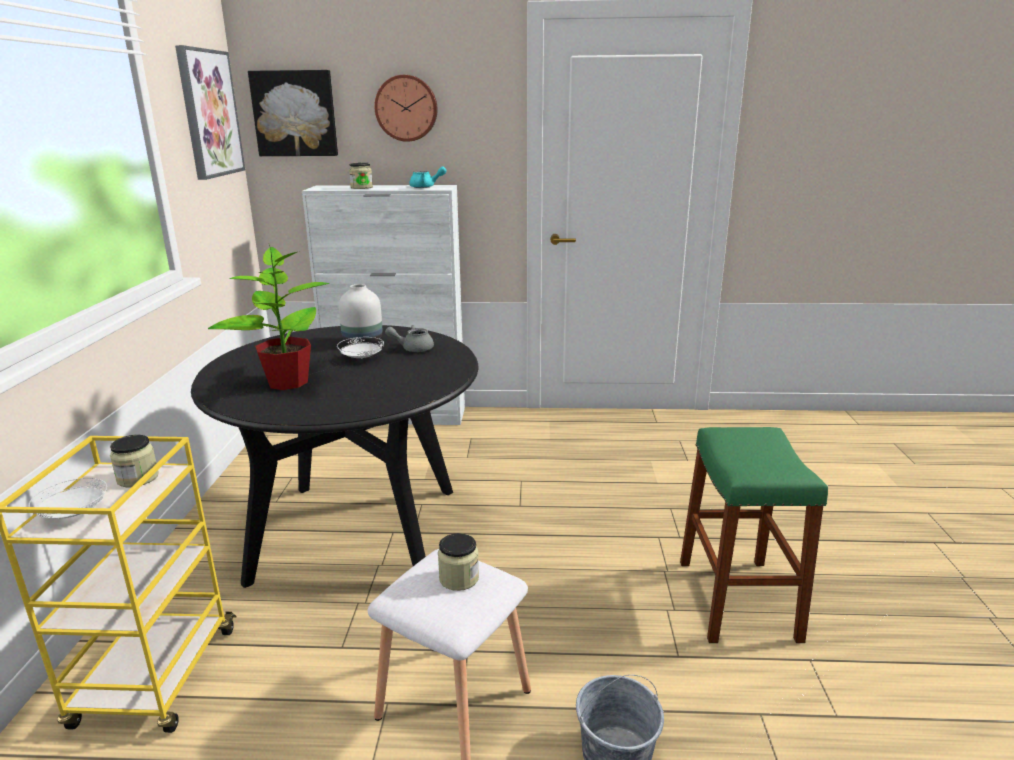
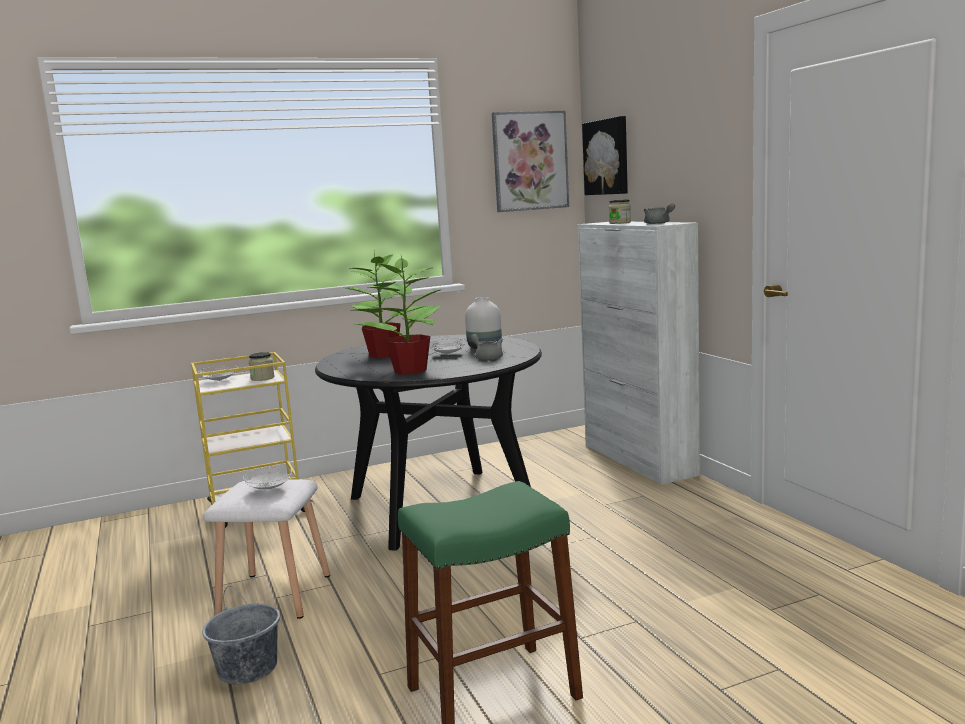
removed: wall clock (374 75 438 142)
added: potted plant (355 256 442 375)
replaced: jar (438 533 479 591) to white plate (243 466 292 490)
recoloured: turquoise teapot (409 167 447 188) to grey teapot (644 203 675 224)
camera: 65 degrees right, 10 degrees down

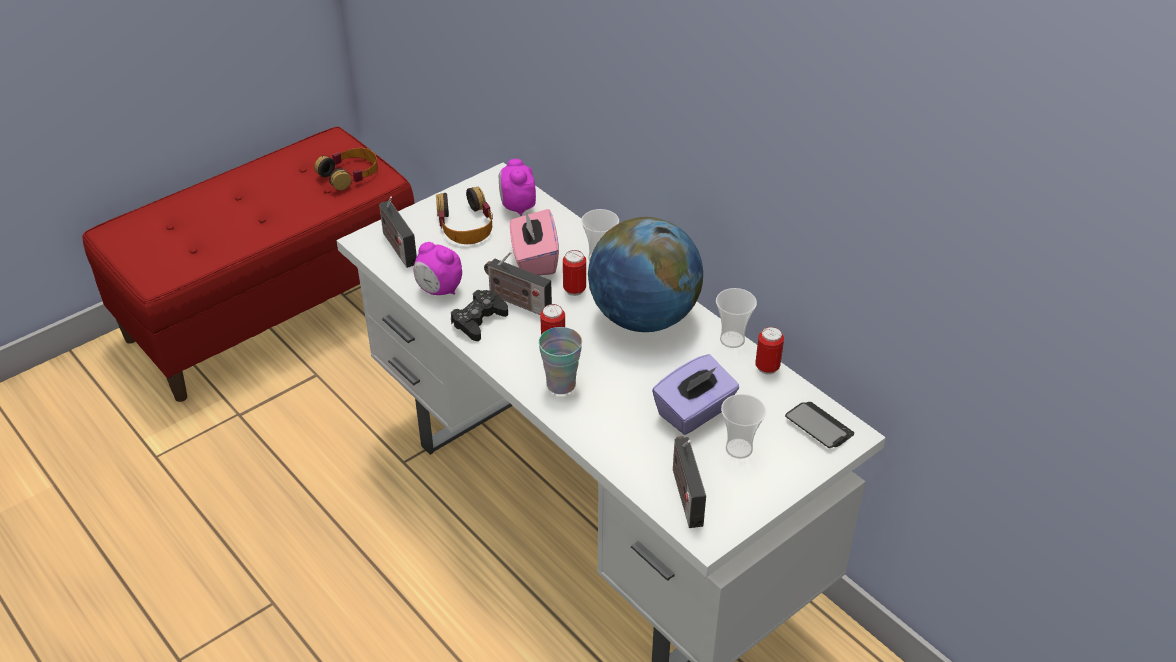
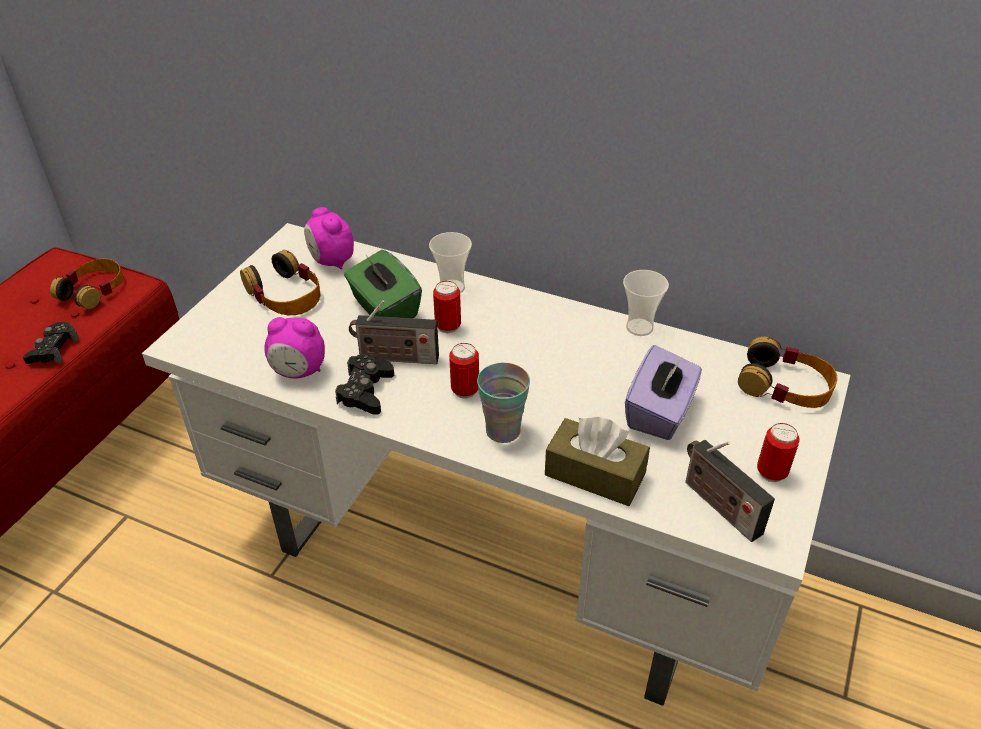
removed: radio (379 196 417 268); globe (588 217 703 332); cup (721 394 766 459)
added: black game controller (23 322 79 364); brown tissue box (545 417 650 506)
moved: can (755 327 784 375) to (757 423 800 482)
replaced: phone (785 402 854 448) to headphones (738 337 837 408)
recoloured: pink tissue box (510 209 559 275) to green tissue box (344 250 422 318)
camera: 25 degrees left, 0 degrees up

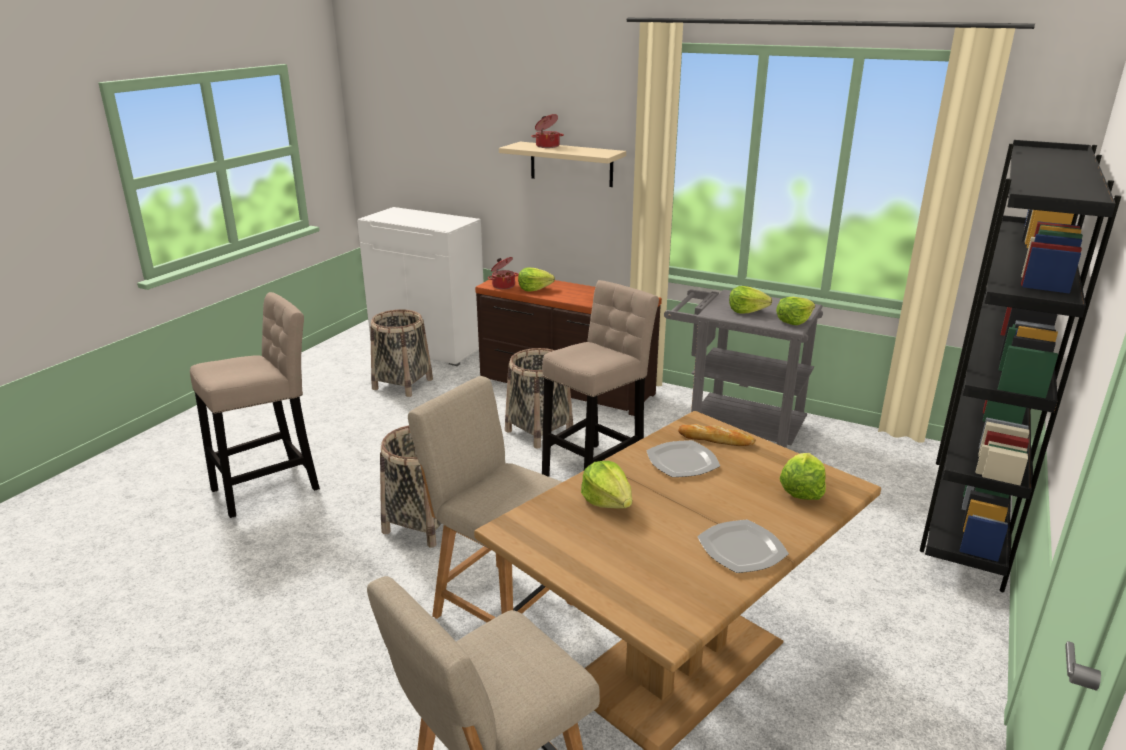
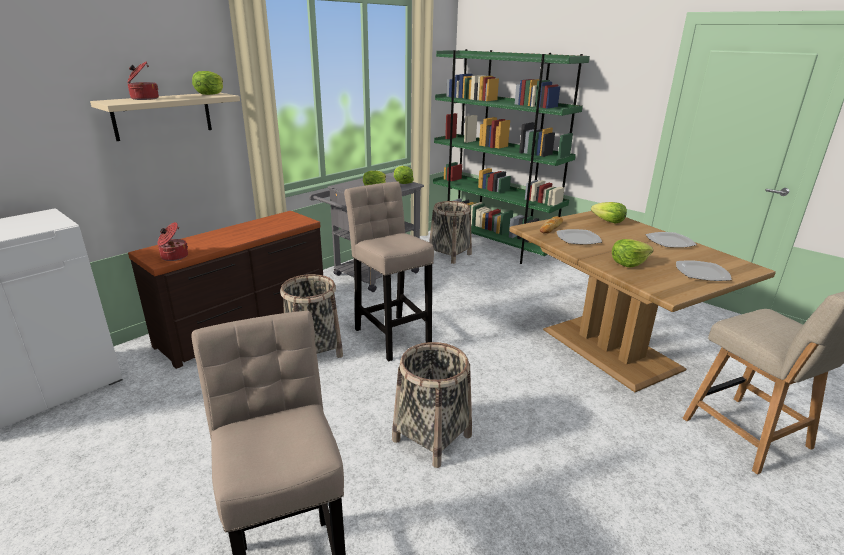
removed: beige chair (408 376 572 622)
added: plate (676 261 731 281)
moved: basket (370 310 433 397) to (429 201 472 264); lettuce (518 267 555 292) to (192 71 223 95)
recoloured: black bookcase (920 140 1121 592) to green bookcase (433 49 590 264)
camera: 75 degrees left, 0 degrees up

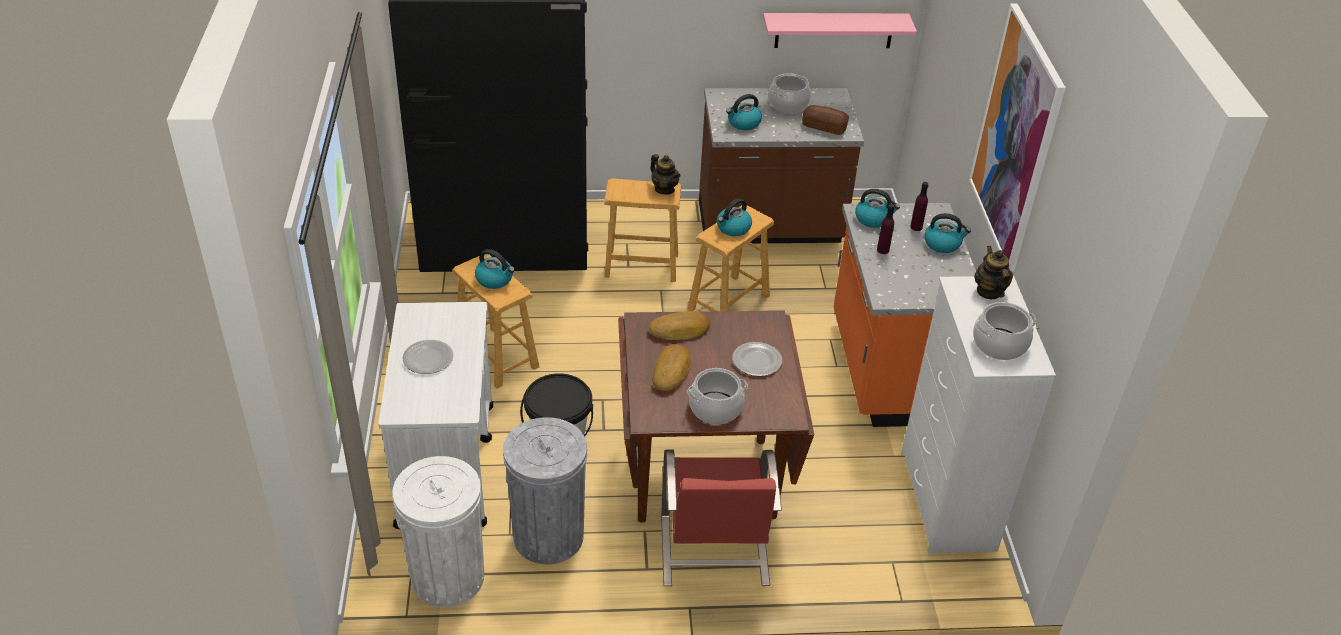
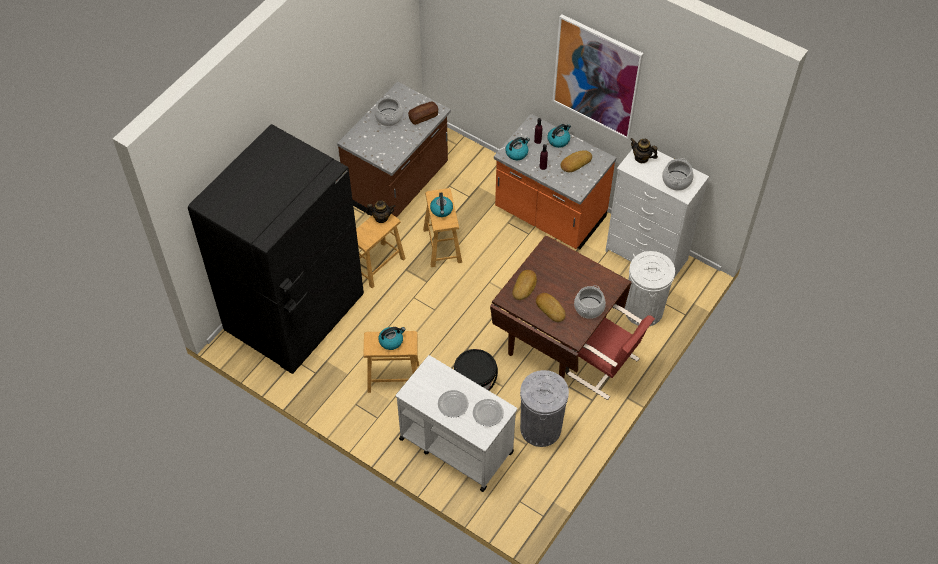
removed: kettle (726 94 762 130); pink shelf (763 13 917 48)
added: bread (560 150 592 172)
moved: white trash can (393 456 484 607) to (625 251 675 326); plate (732 342 782 376) to (473 399 504 427)
camera: 50 degrees left, 15 degrees up

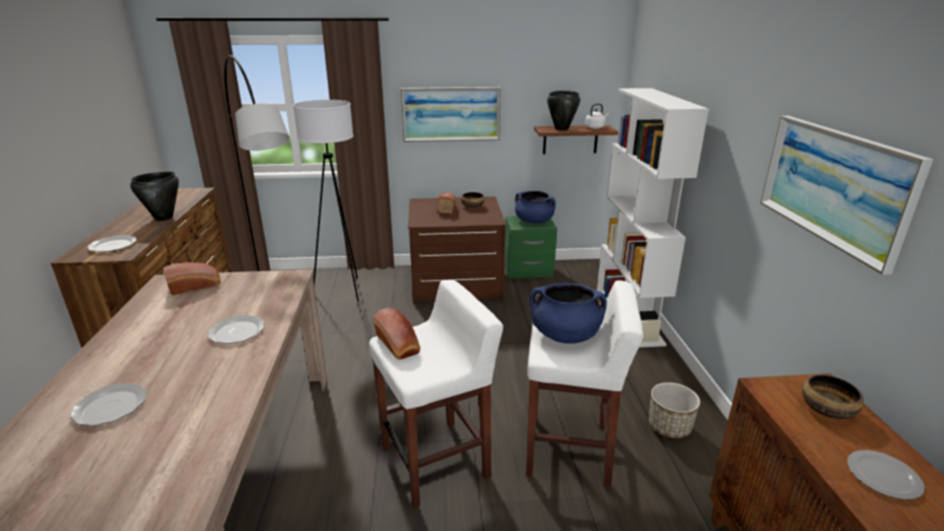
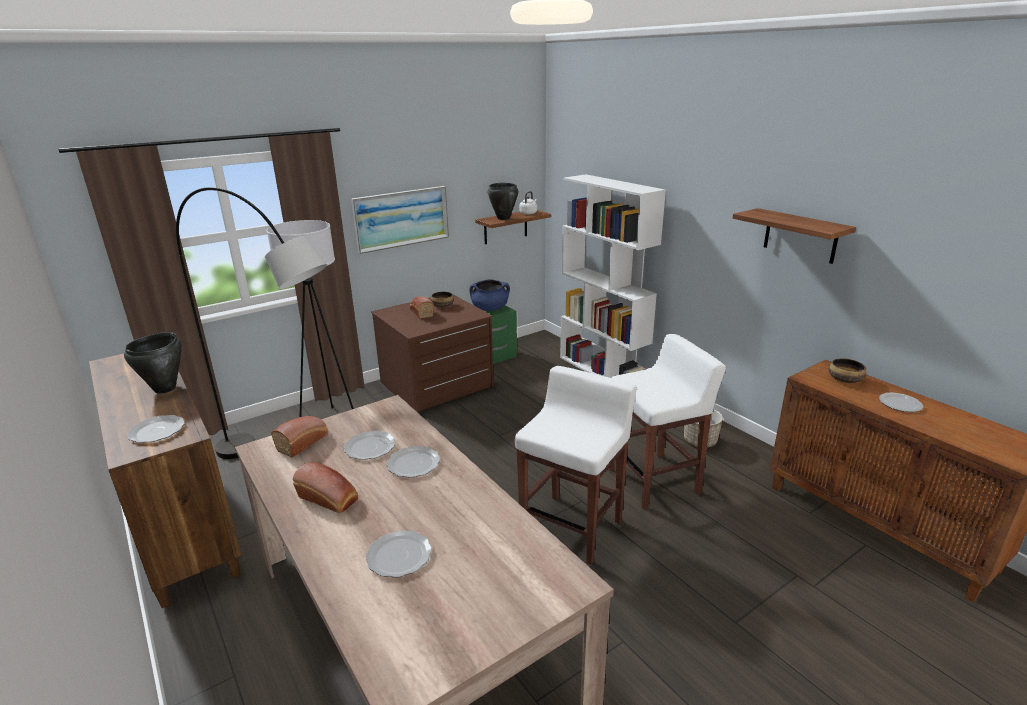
removed: blue cooking pot (530 283 607 344)
added: plate (344 431 395 460)
moved: bread (374 308 420 360) to (293 462 358 513)
replaced: picture (760 116 933 275) to shelf (733 208 856 264)
camera: 30 degrees left, 0 degrees up

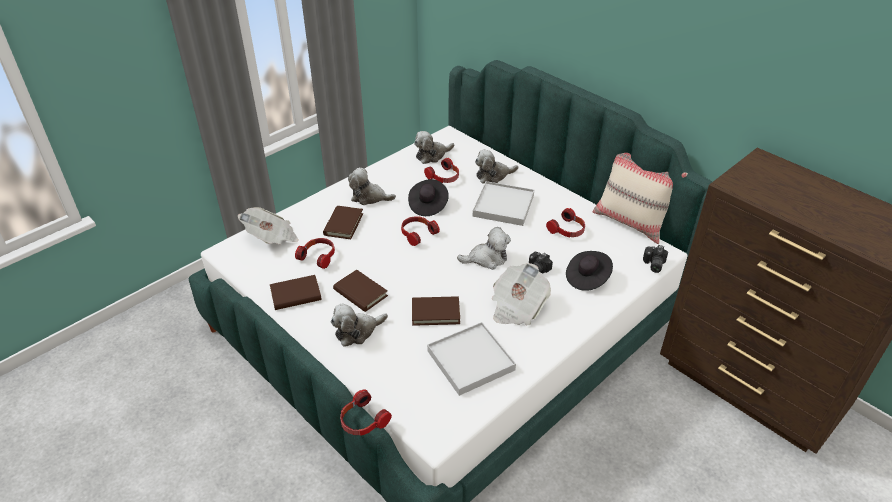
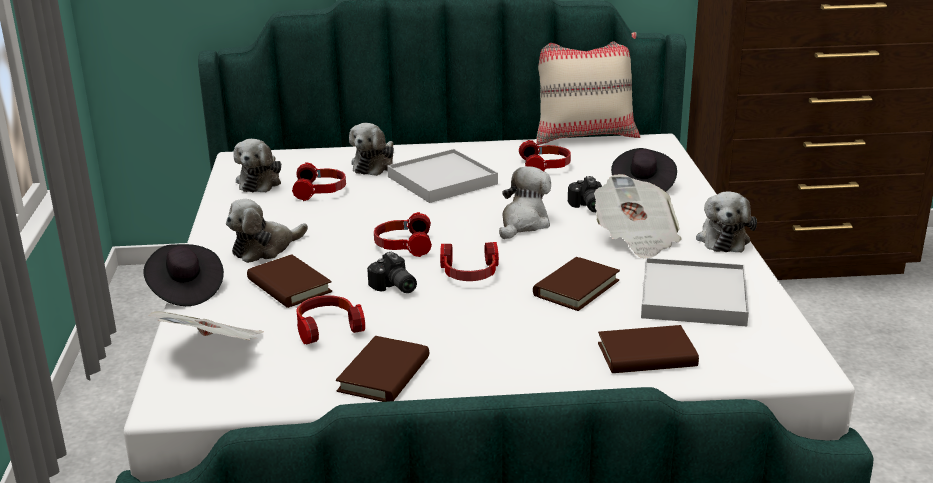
moved: plush toy (331 303 388 347) to (696 191 757 253); brown book (333 269 388 312) to (598 325 699 373); headphones (340 389 392 436) to (440 242 499 281); black hat (408 179 449 216) to (144 244 224 306); photo camera (643 245 668 273) to (367 252 417 293)
camera: 50 degrees left, 15 degrees down

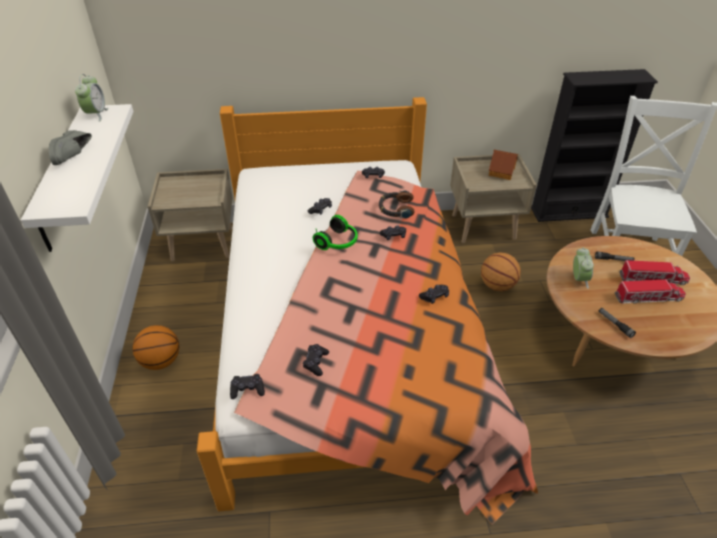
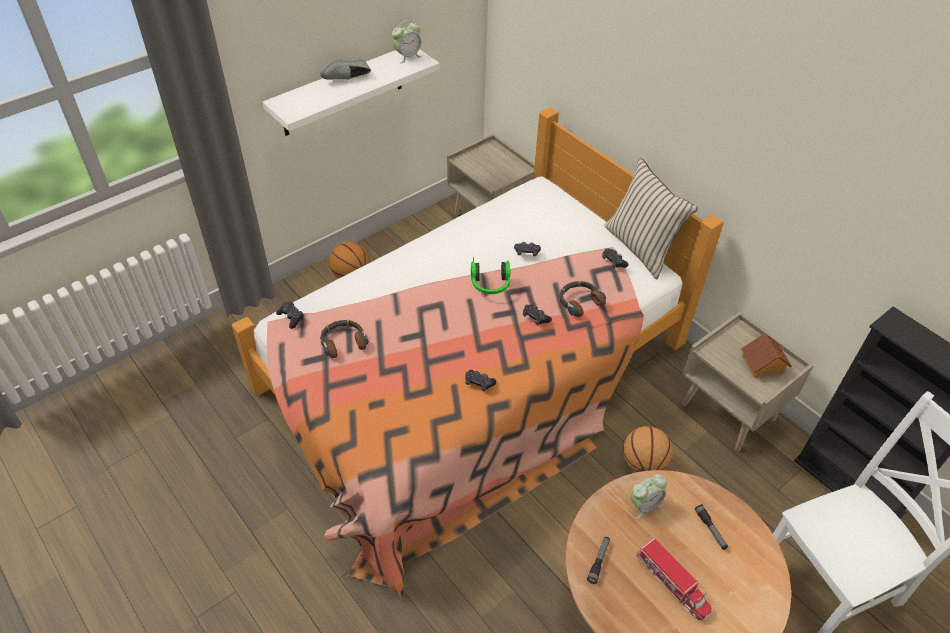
removed: toy truck (619 260 690 285)
added: beige pillow (604 158 698 280)
replaced: black game controller (303 344 329 376) to headphones (320 320 368 358)
camera: 55 degrees right, 5 degrees up

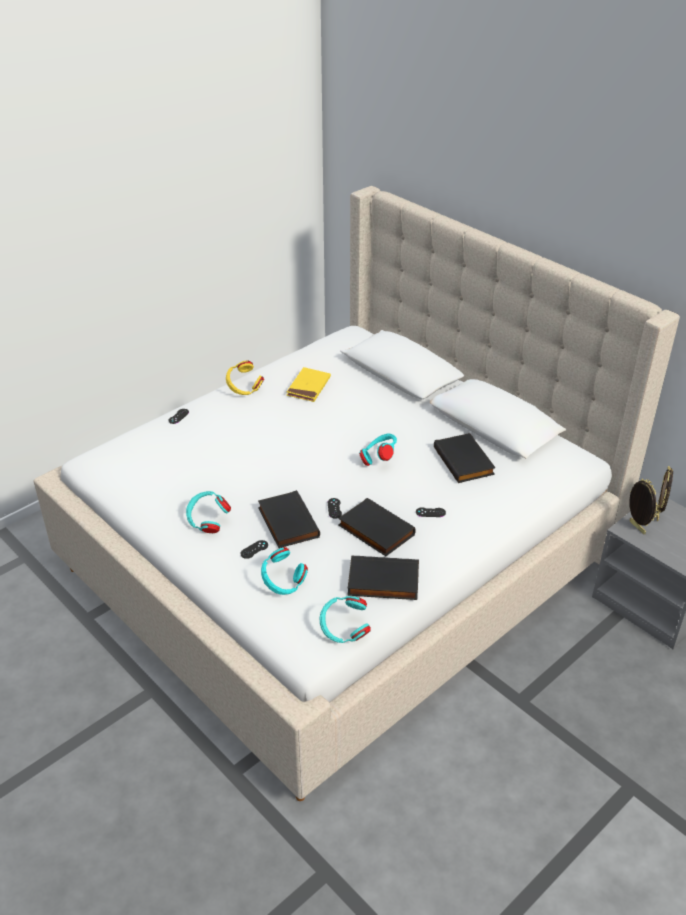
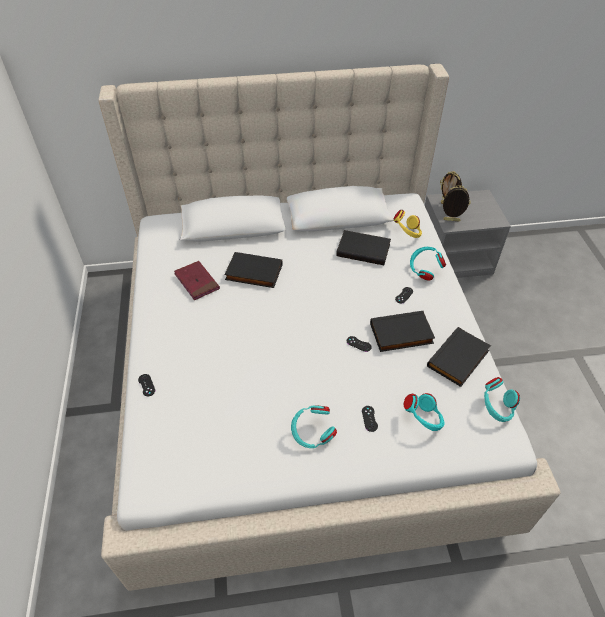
moved: yellow headphones (226 361 264 395) to (394 210 422 238); black book (258 490 320 548) to (224 252 283 288); turquoise headphones (359 433 397 466) to (410 247 446 281)
recoloured: yellow book (287 367 331 402) to red book (174 261 220 300)
camera: 55 degrees left, 10 degrees up

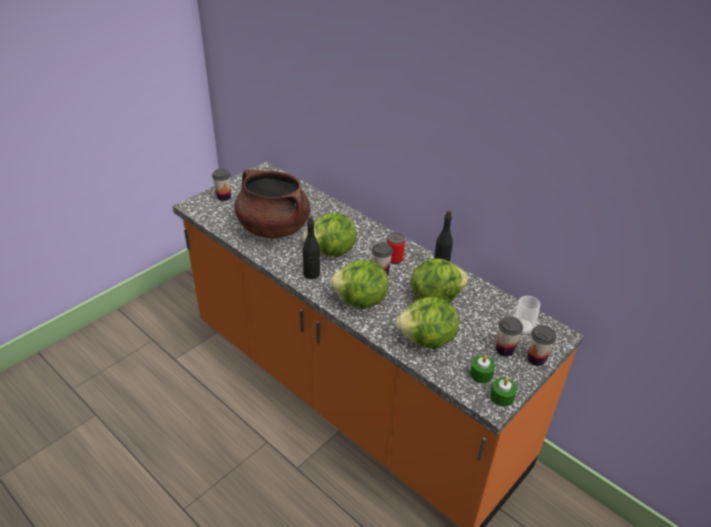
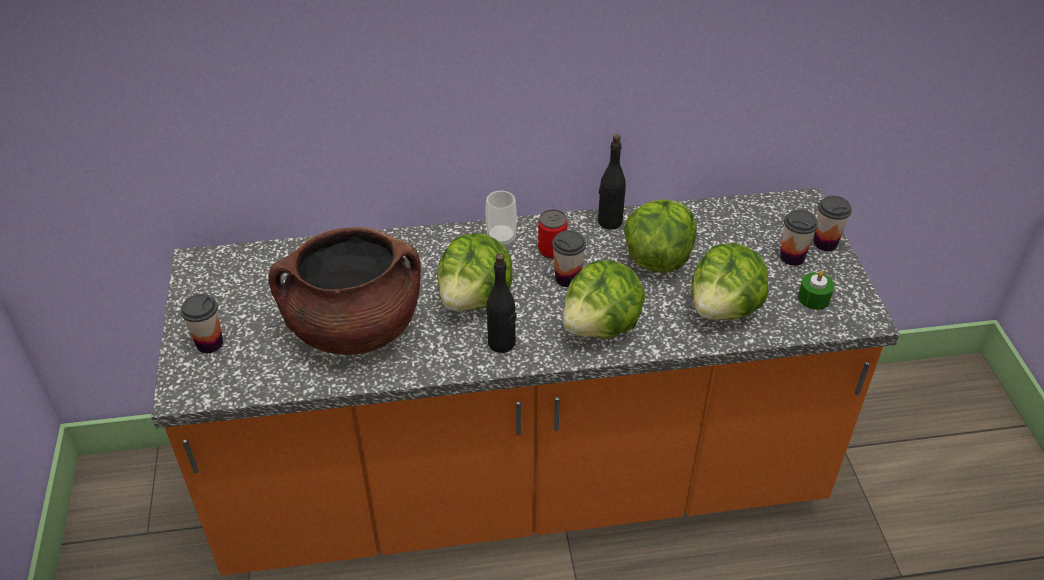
removed: green candle (490 378 517 407)
moved: cup (514 296 540 336) to (486 191 517 245)
camera: 50 degrees left, 5 degrees up

